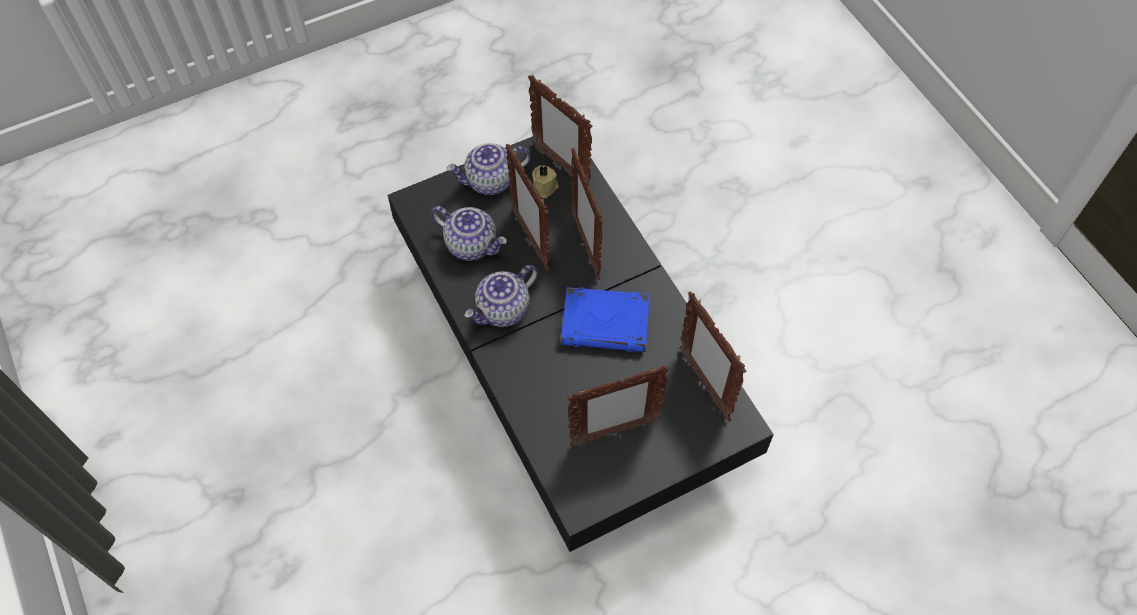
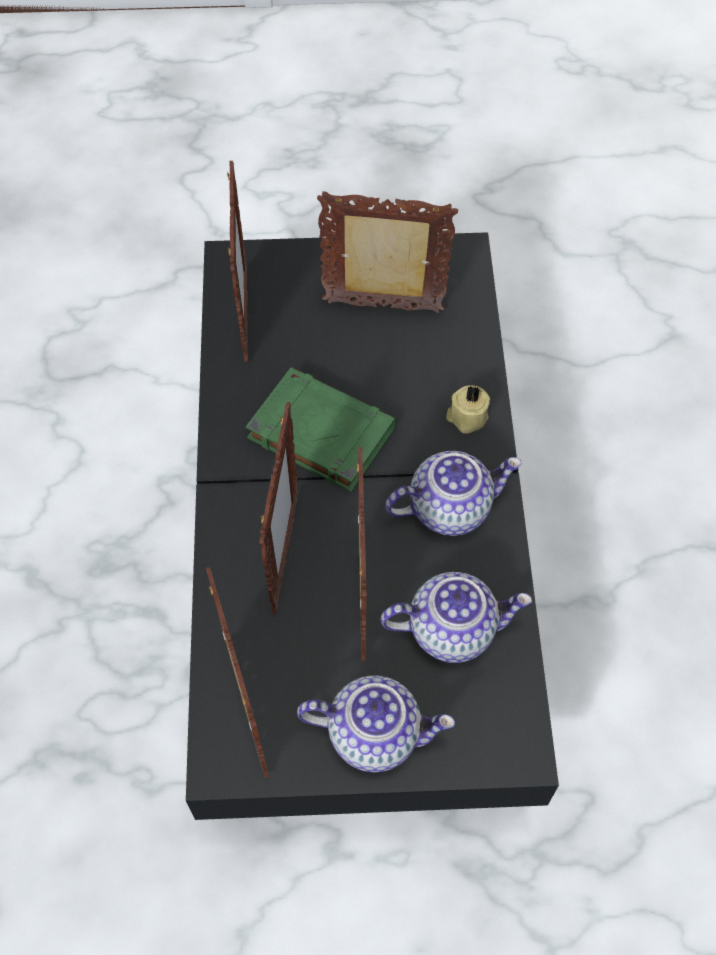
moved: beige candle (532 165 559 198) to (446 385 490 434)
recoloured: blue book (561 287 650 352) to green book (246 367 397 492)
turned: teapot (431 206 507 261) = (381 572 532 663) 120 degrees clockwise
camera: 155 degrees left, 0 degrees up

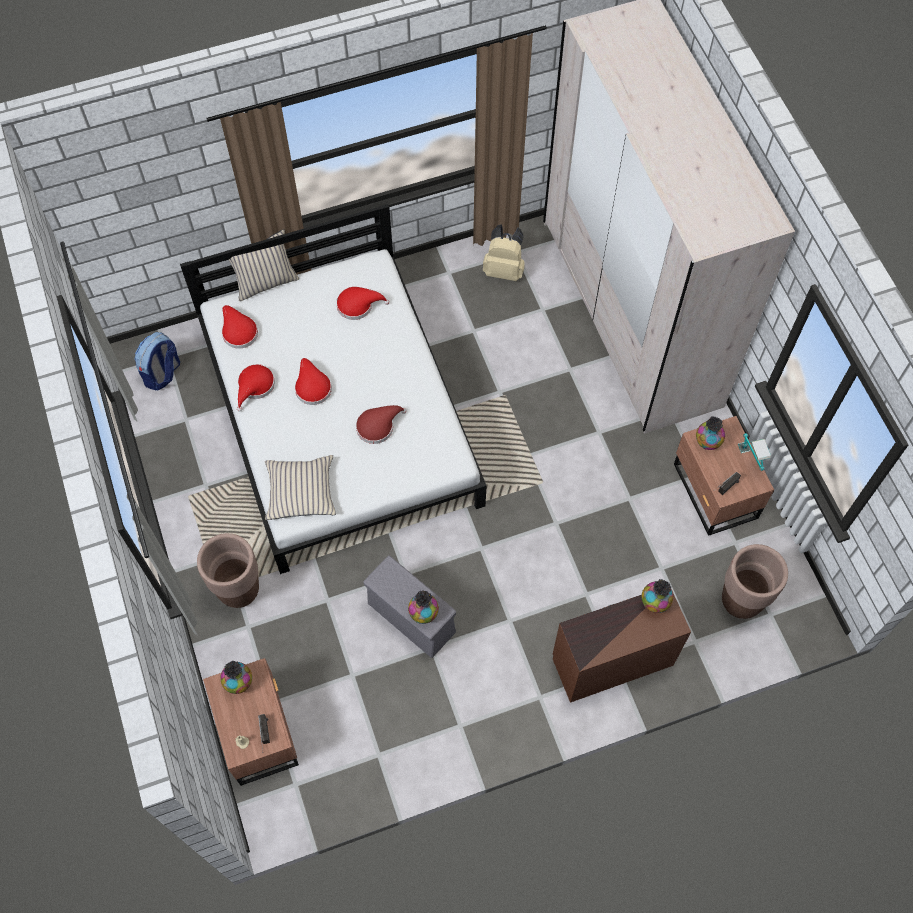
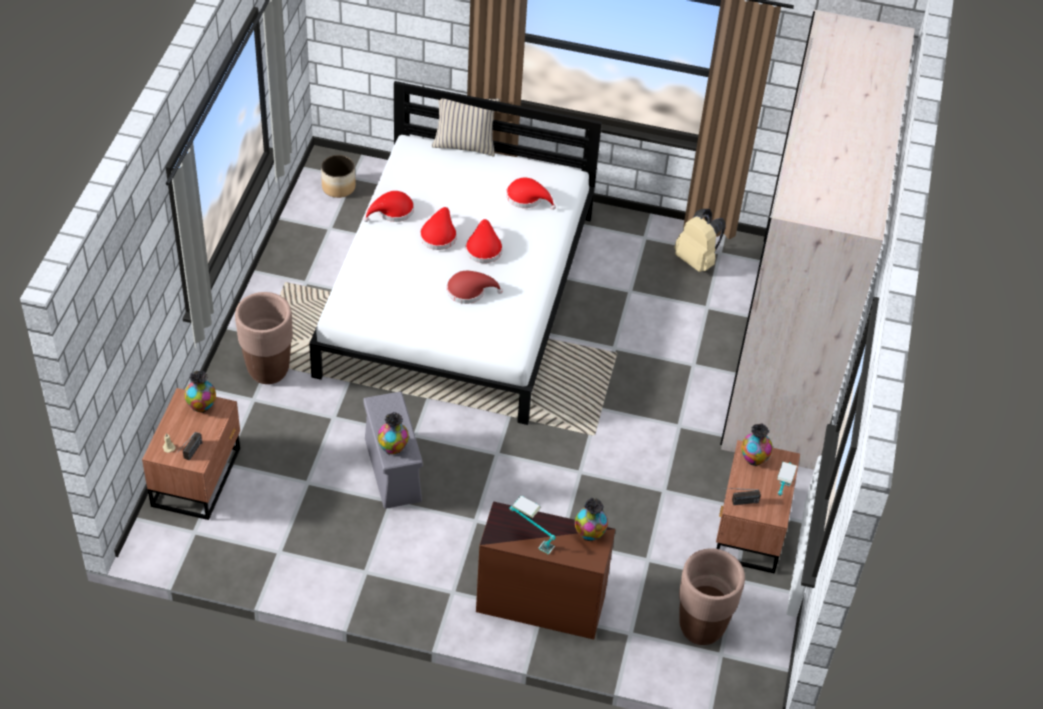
removed: beige pillow (265 455 336 520)
added: table lamp (509 496 556 554)
moved: red hat (222 305 258 349) to (465 219 503 263)
replaced: backpack (135 332 180 390) to planter (321 155 356 198)
camera: 30 degrees right, 15 degrees down

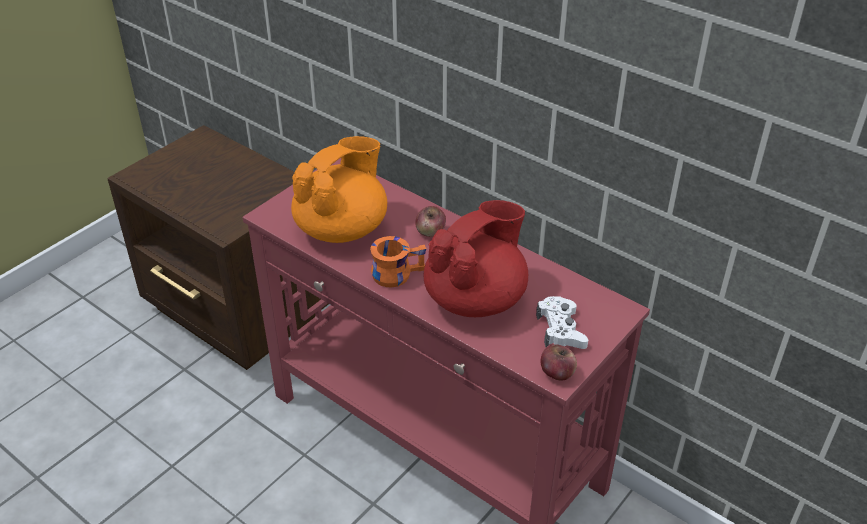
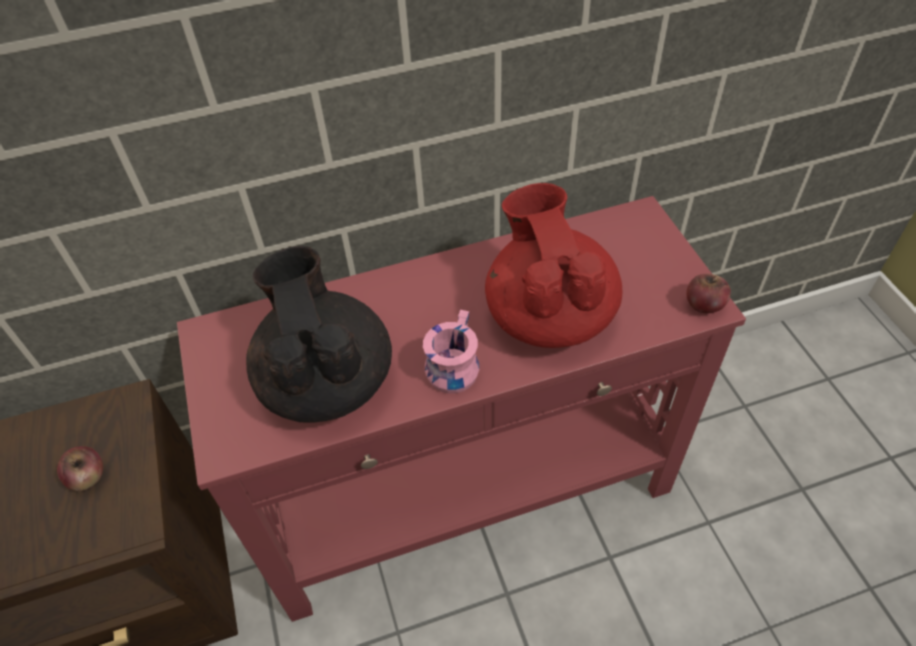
removed: white game controller (536 296 588 349)
moved: apple (415 206 446 237) to (57 446 103 491)
recoloured: orange teapot (291 136 387 243) to black teapot (246 246 392 423); orange mug (370 236 426 287) to pink mug (423 309 479 393)
camera: 55 degrees left, 10 degrees up

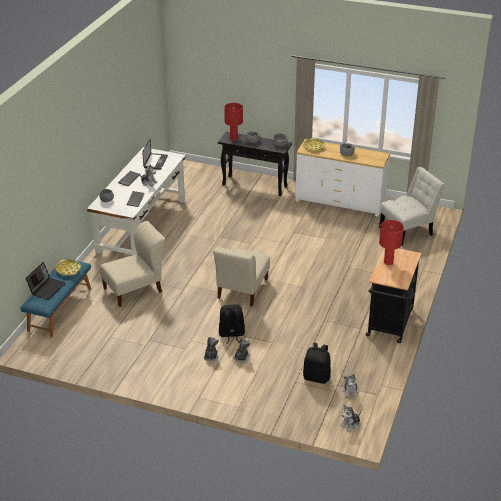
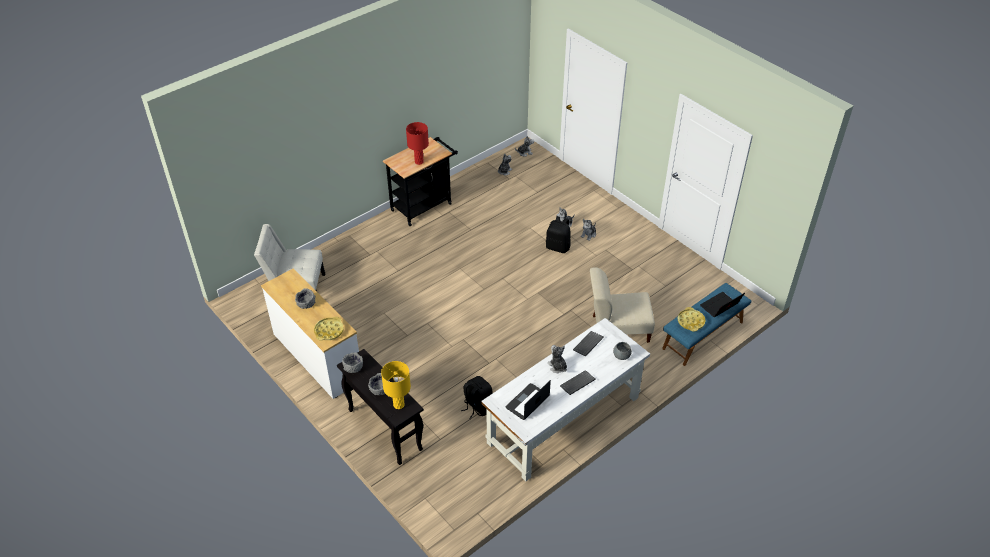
removed: beige chair (213 247 270 306)
moved: black backpack (303 343 331 384) to (461 376 493 419)
recoloured: red table lamp (224 103 243 141) to yellow table lamp (381 361 411 409)
camera: 150 degrees left, 10 degrees up

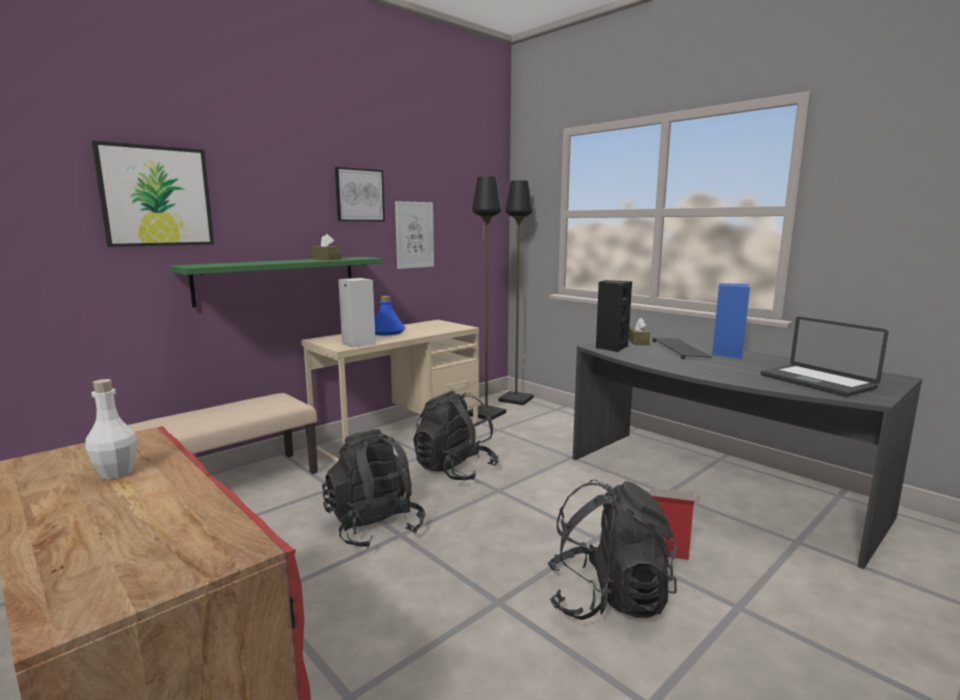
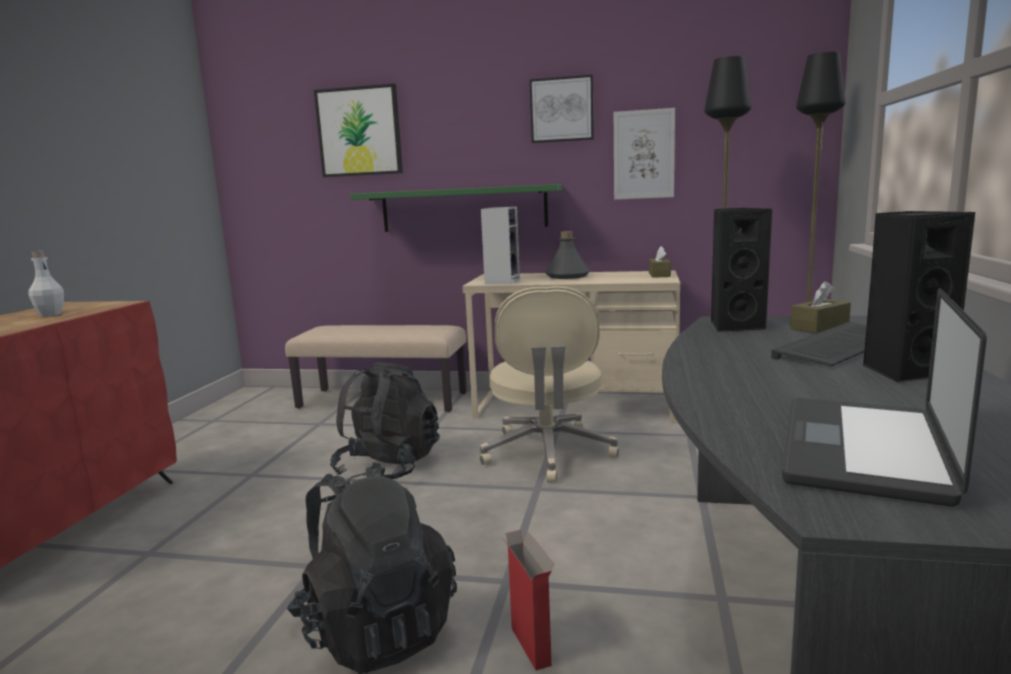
moved: brown tissue box (312 234 341 260) to (649 246 671 278)
replaced: black backpack (413 390 499 480) to beige office chair (479 286 619 483)
recoloured: blue bottle (375 296 406 335) to grey bottle (545 231 590 279); blue speaker (712 283 750 359) to black speaker (863 211 975 383)
camera: 55 degrees right, 0 degrees up

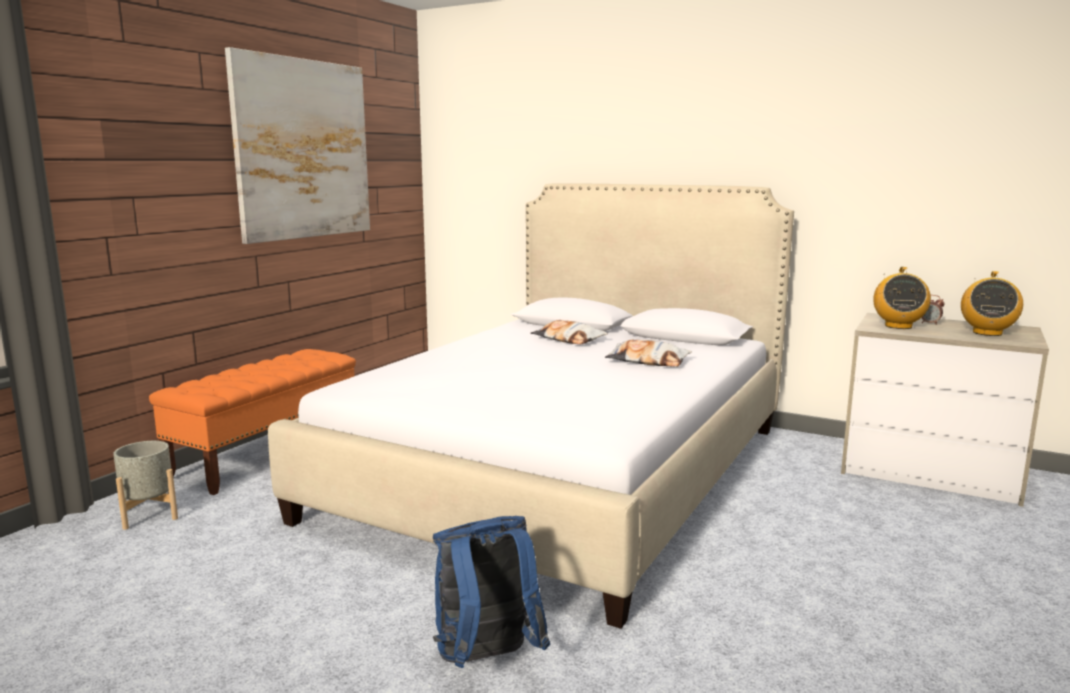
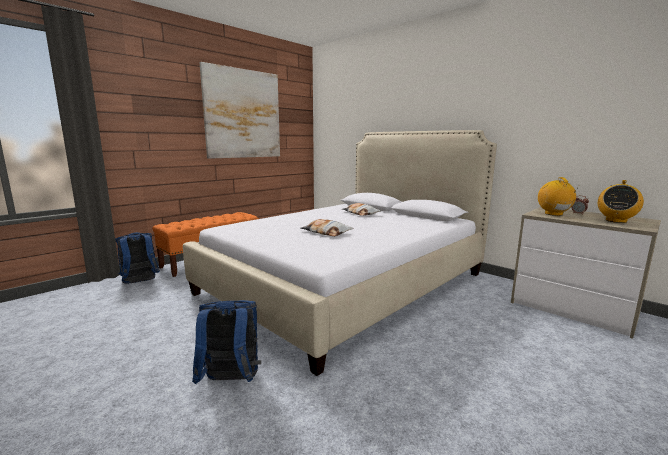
moved: pillow (605 340 692 366) to (300 219 353 236)
replaced: grey planter (113 441 178 530) to blue backpack (115 232 160 284)
turned: radio (873 267 931 329) = (538 177 579 216) 150 degrees clockwise
camera: 15 degrees right, 0 degrees up

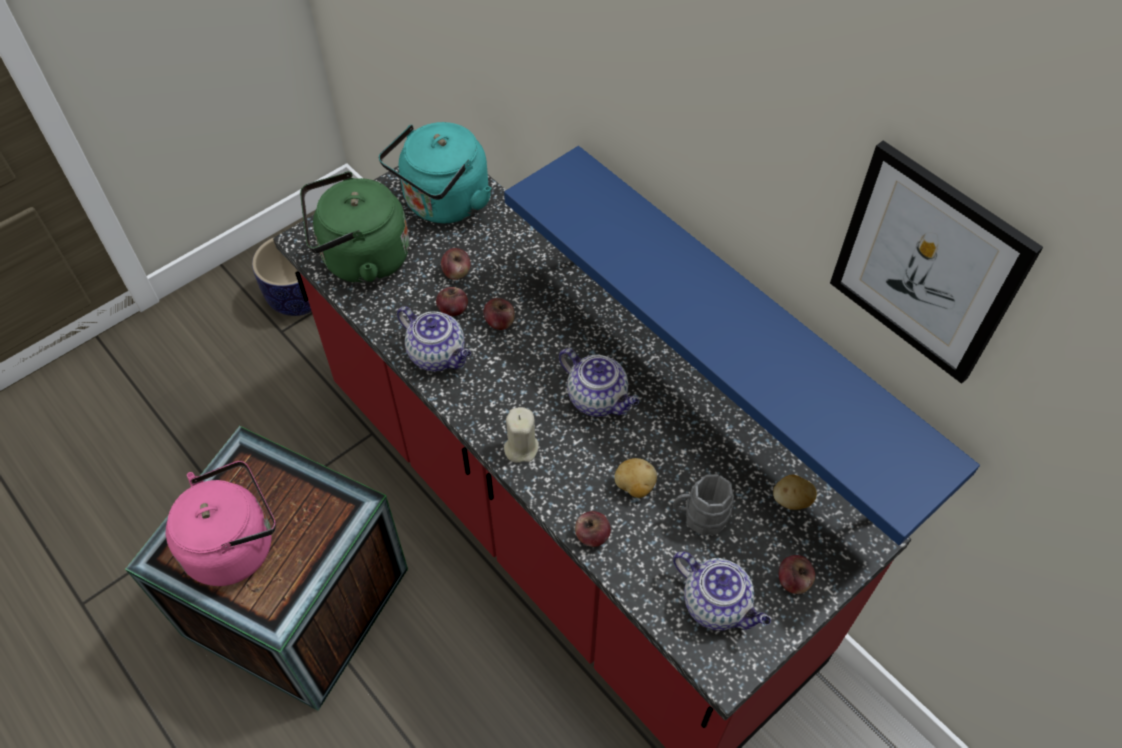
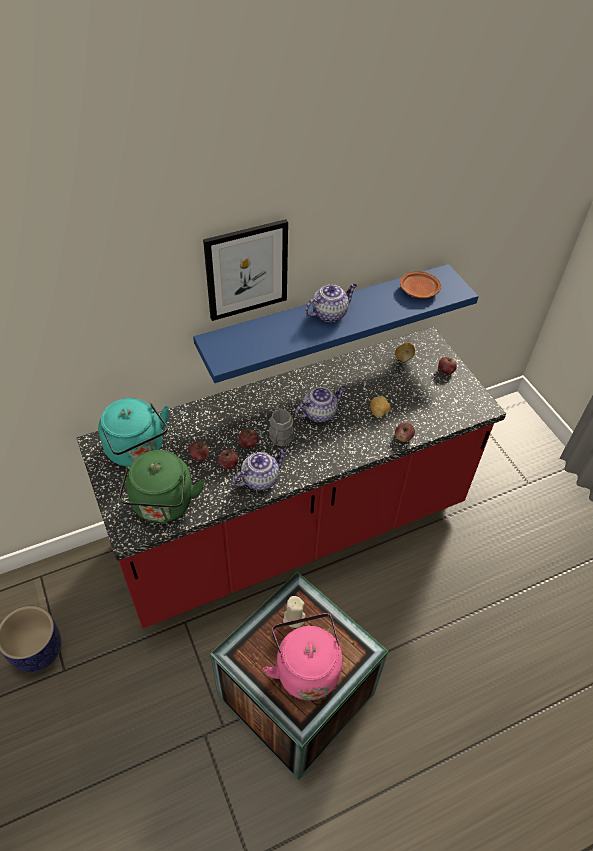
added: brown plate (400 271 441 299)
moved: beige candle (504 407 539 463) to (283 596 305 628); grey mug (673 474 734 535) to (269 409 294 446); teapot (673 551 771 631) to (305 284 357 322); picture (830 140 1043 384) to (203 219 288 321)
camera: 75 degrees left, 5 degrees down

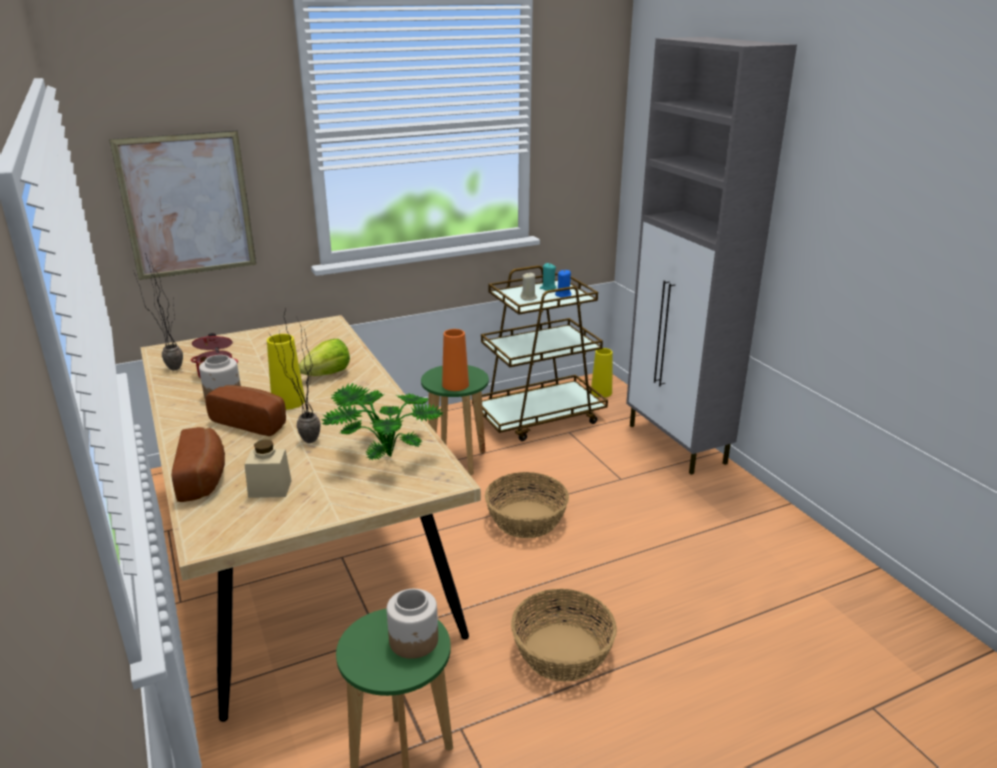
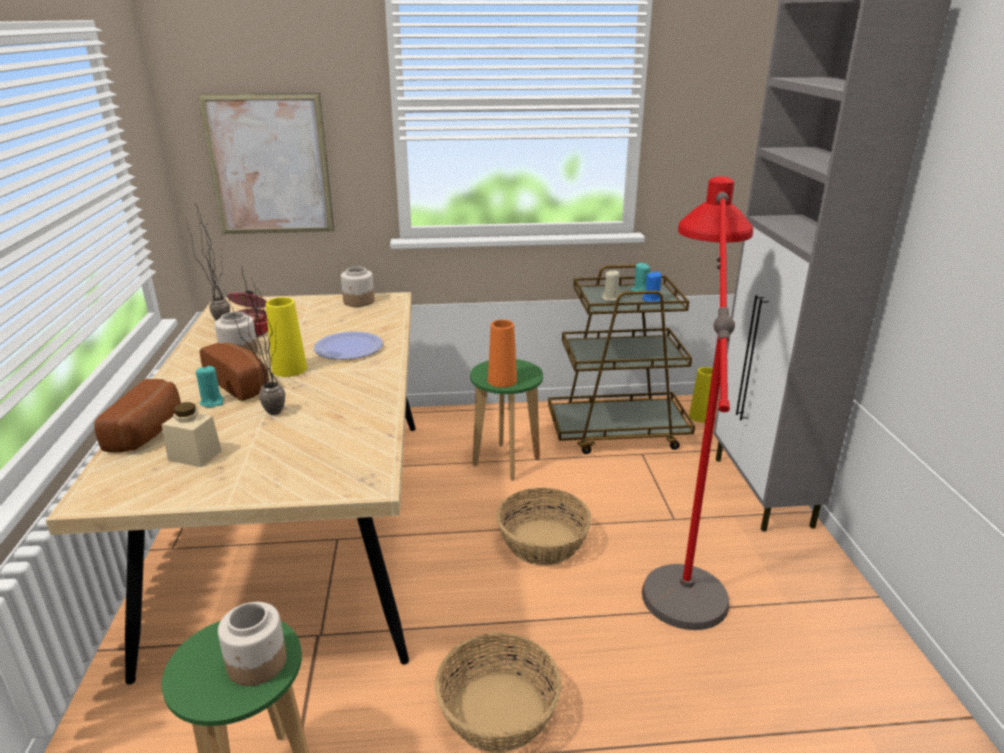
removed: potted plant (321 383 444 461)
added: turquoise candle (196 366 224 408); jar (341 266 375 307); red floor lamp (642 176 753 630)
replaced: lettuce (299 339 350 376) to plate (314 331 383 360)
camera: 20 degrees right, 0 degrees up

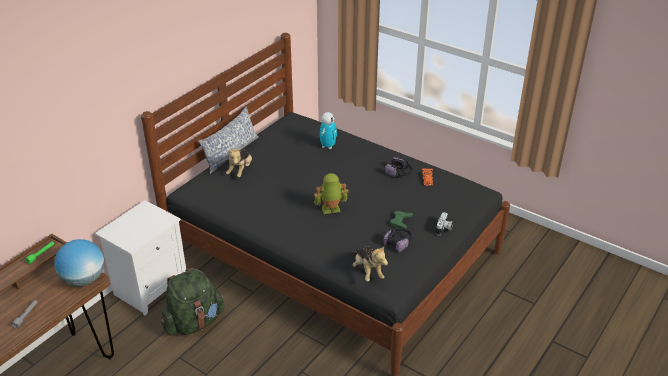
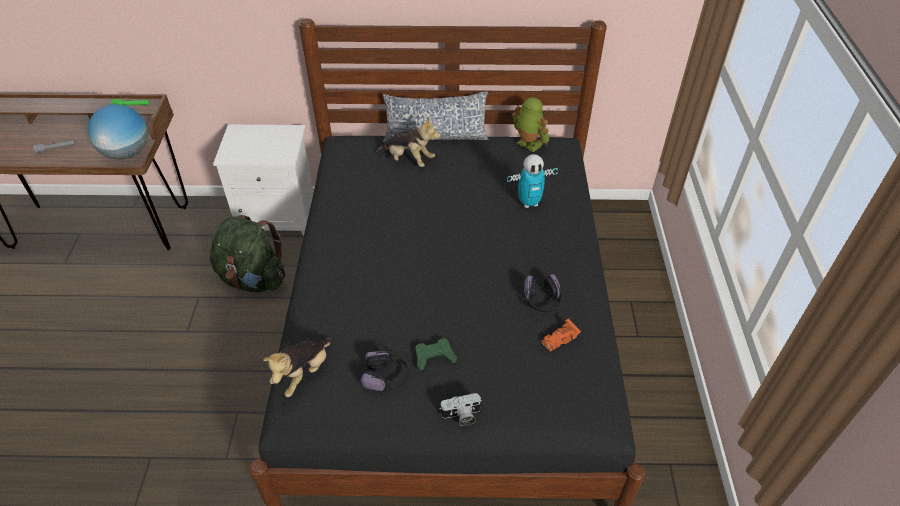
moved: toy robot (314 173 349 214) to (512 97 549 152)
turned: plush toy (226 148 252 177) = (376 117 440 167) 135 degrees counterclockwise
camera: 55 degrees right, 10 degrees up

